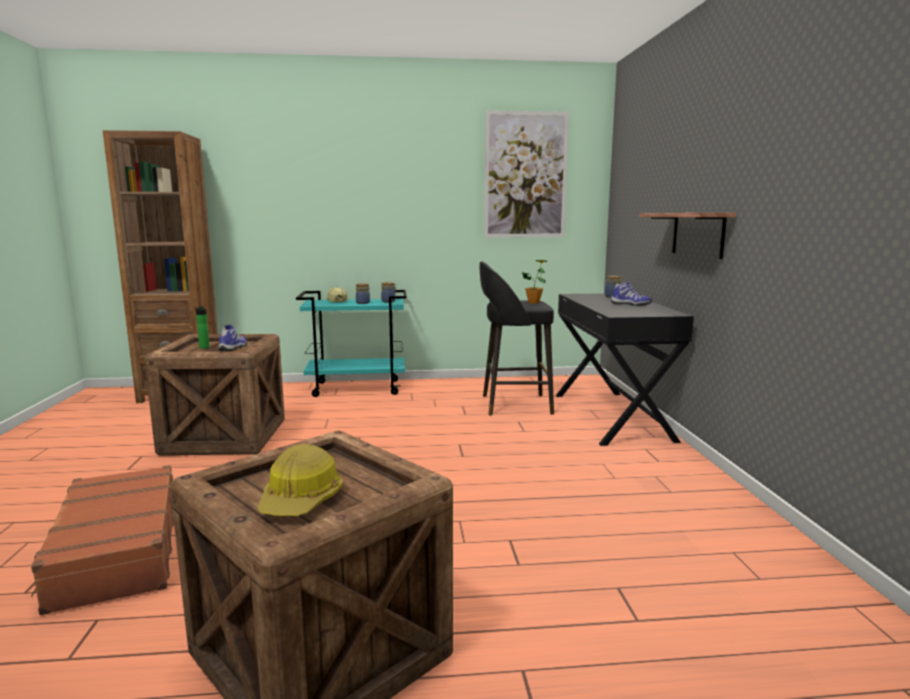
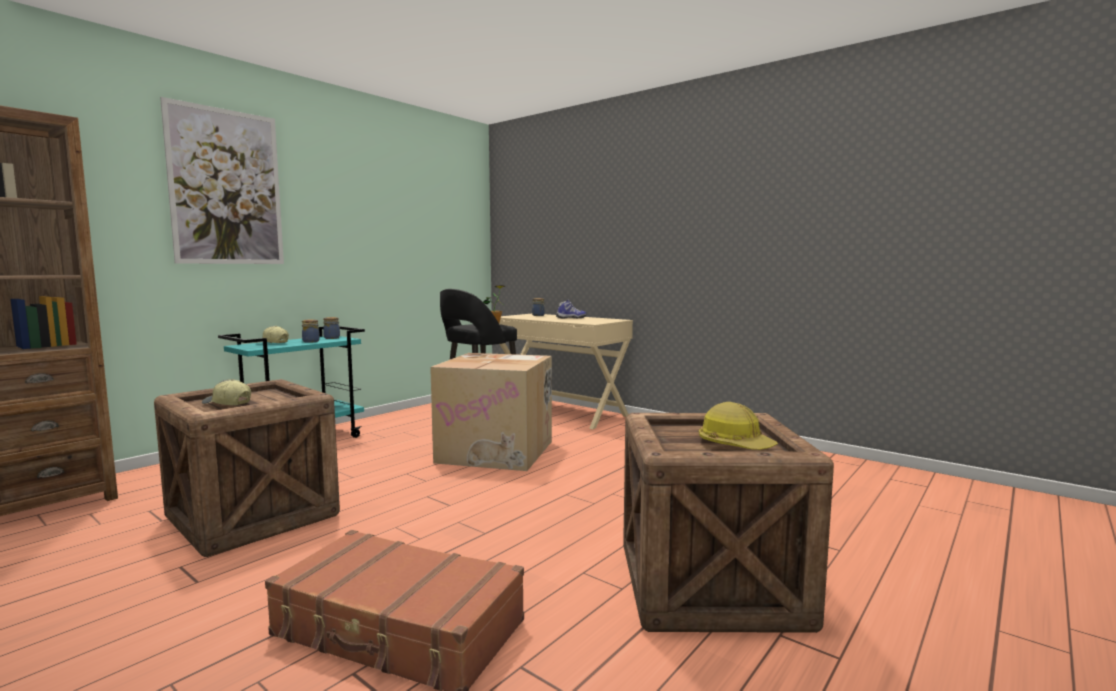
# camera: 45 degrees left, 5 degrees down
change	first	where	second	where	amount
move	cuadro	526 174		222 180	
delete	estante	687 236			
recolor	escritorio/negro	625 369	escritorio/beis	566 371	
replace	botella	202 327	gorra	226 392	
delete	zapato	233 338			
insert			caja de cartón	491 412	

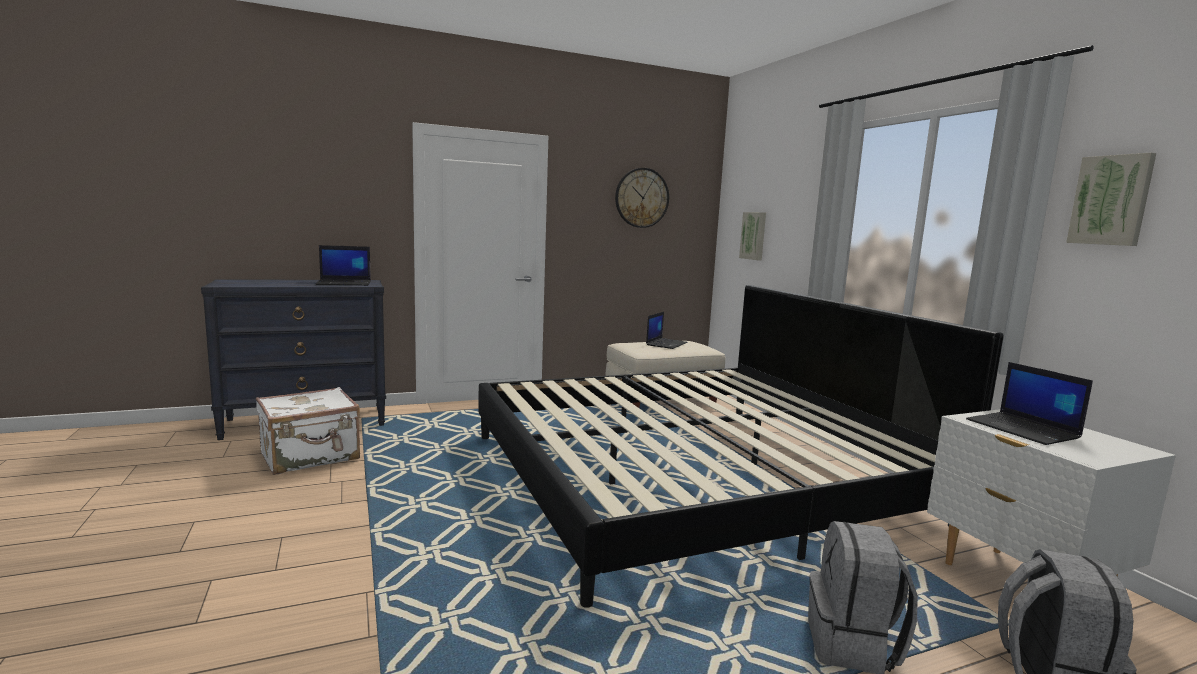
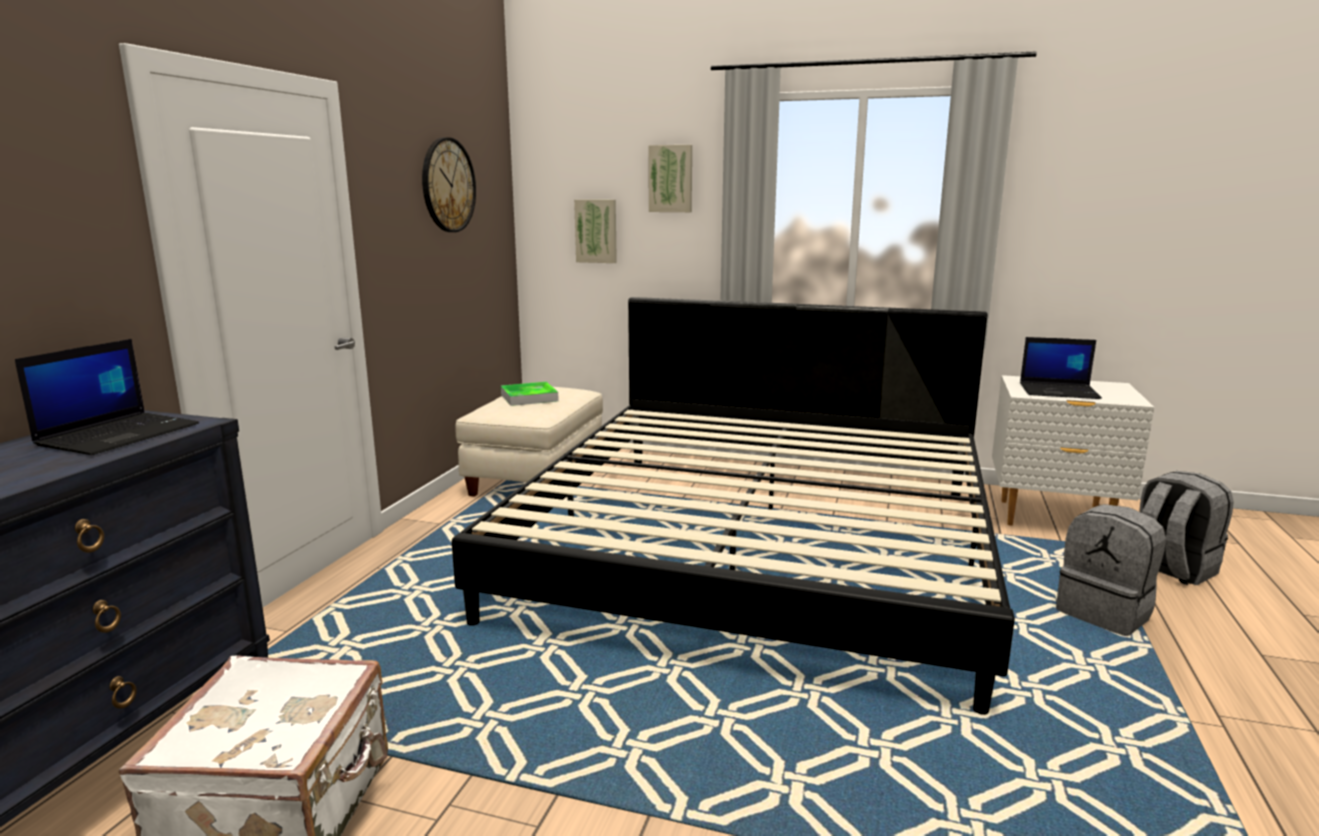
# camera: 50 degrees left, 5 degrees up
change	first	where	second	where	amount
move	cuadro	1111 199		670 178	
replace	portátil	667 330	bandeja	530 394	

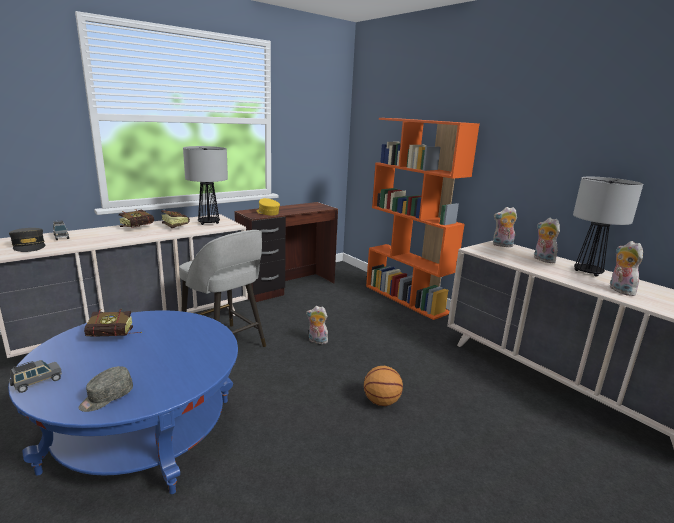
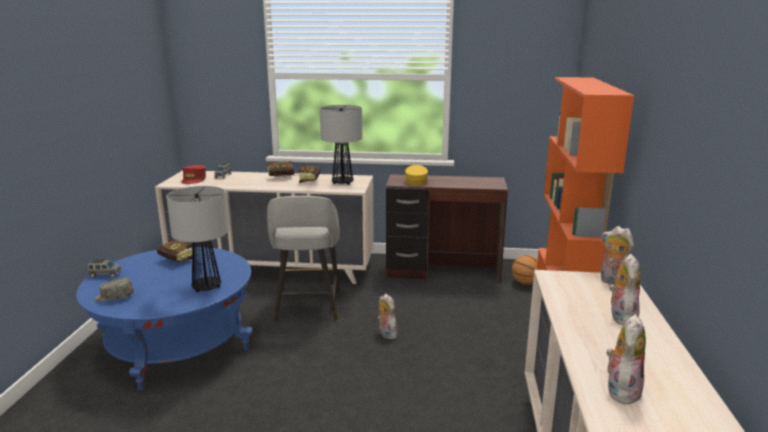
# camera: 45 degrees right, 0 degrees up
change	first	where	second	where	amount
move	lámpara de mesa	608 226		197 239	
recolor	gorra/gris	27 240	gorra/rojo	193 174	
move	balón de baloncesto	383 386		525 270	

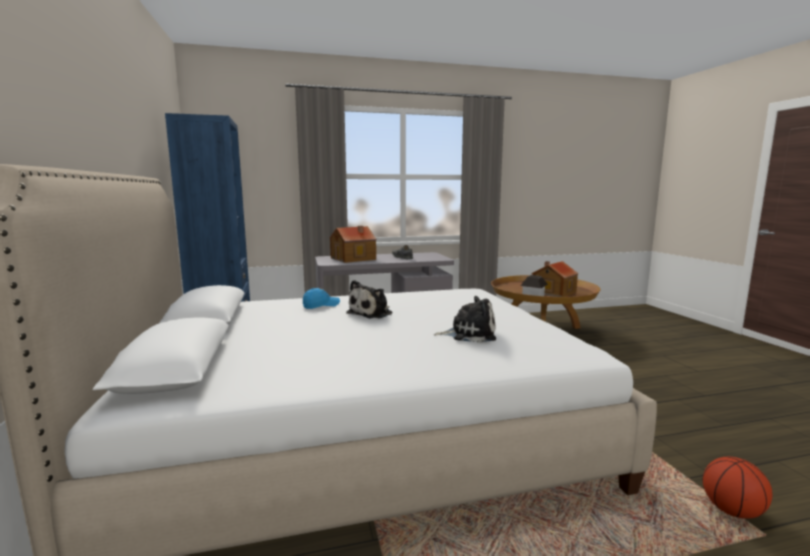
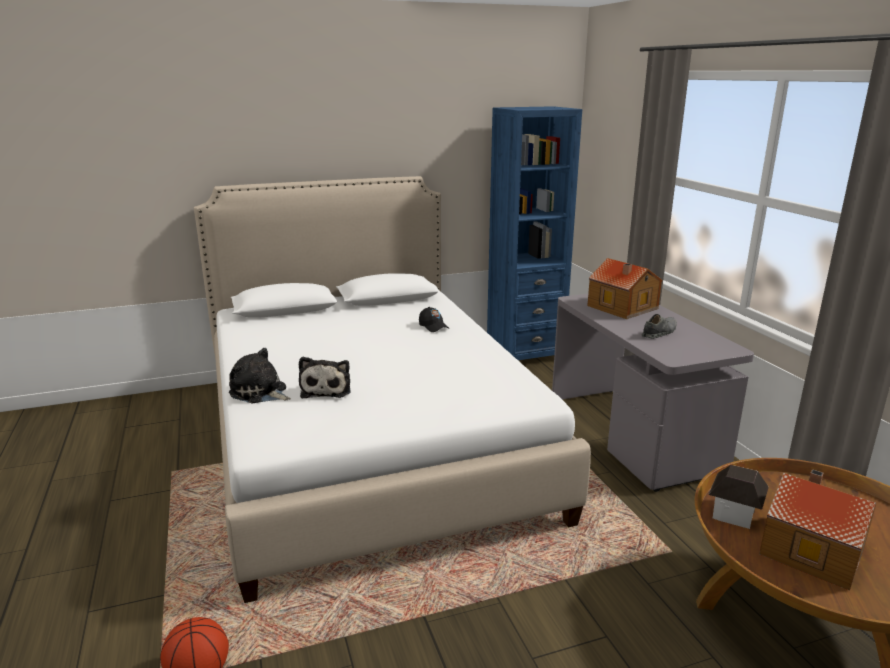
# camera: 85 degrees right, 10 degrees up
change	first	where	second	where	amount
move	peluche	369 299		260 375	
recolor	gorra/azul	321 298	gorra/negro	434 319	

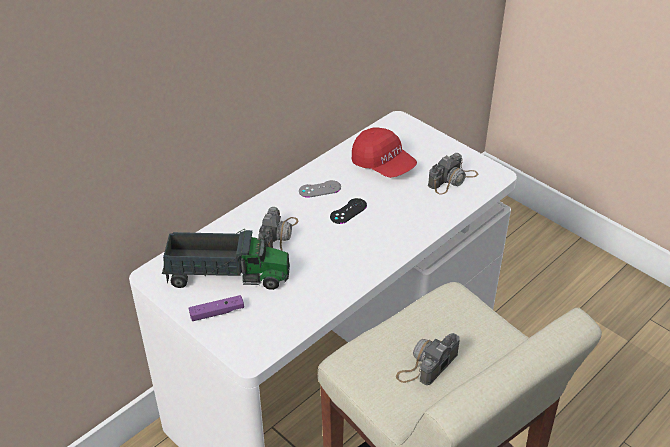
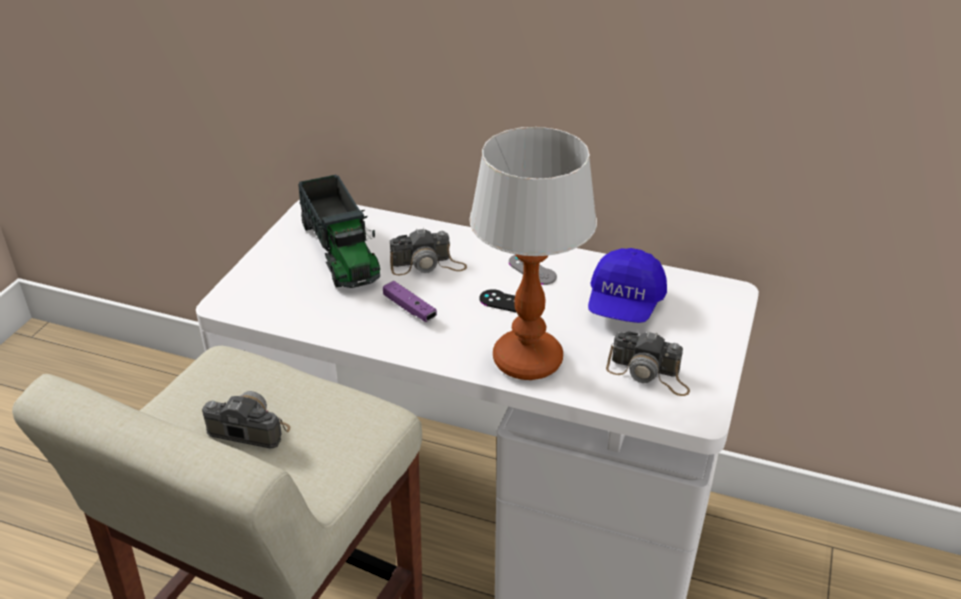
# camera: 65 degrees right, 5 degrees down
change	first	where	second	where	amount
recolor	gorra/rojo	384 153	gorra/azul	627 285	
move	mando de consola/morado	216 308		410 301	
insert			lámpara de mesa	533 253	

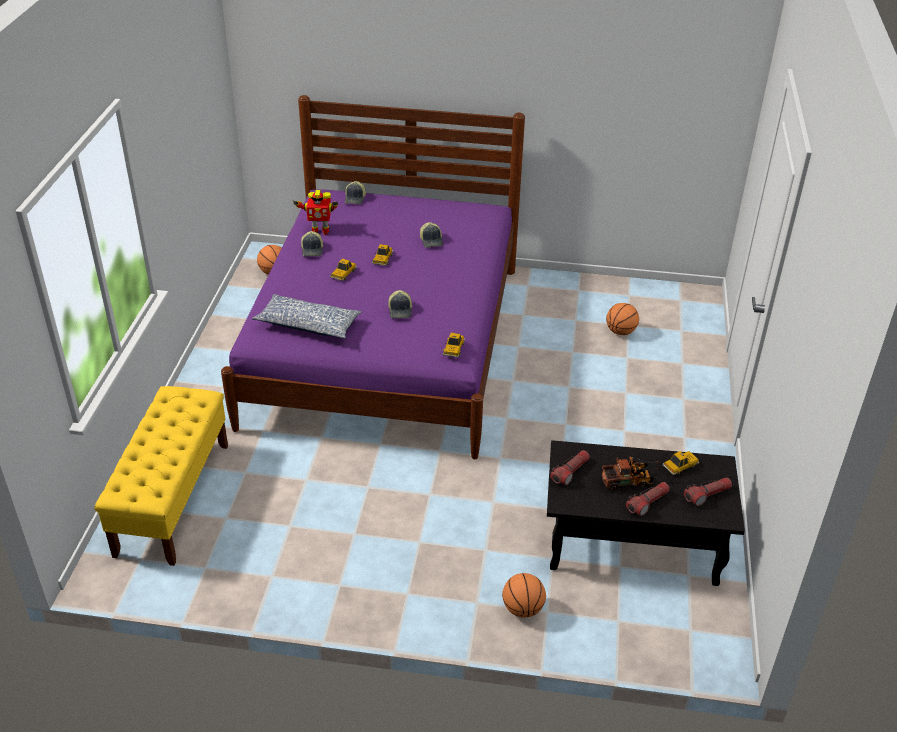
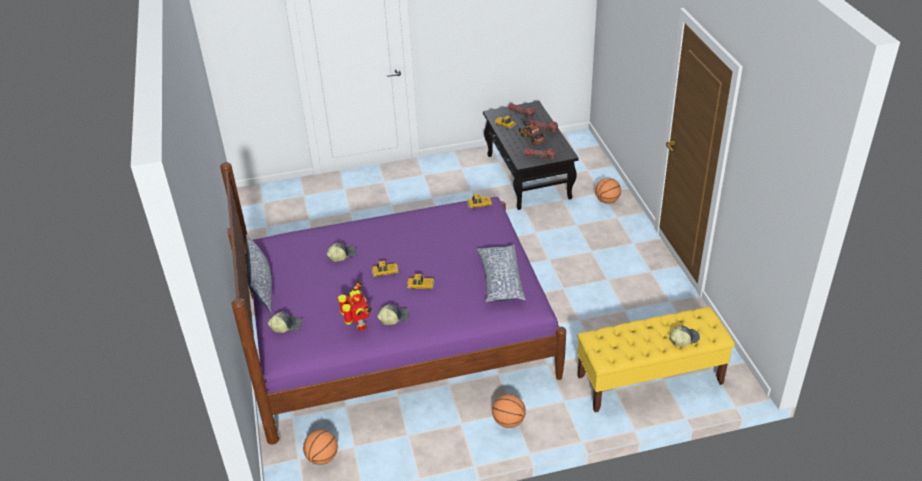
# camera: 110 degrees left, 0 degrees up
change	first	where	second	where	amount
move	gorra	400 304		684 335	
move	balón de baloncesto	622 319		509 411	
insert			cojín	259 273	

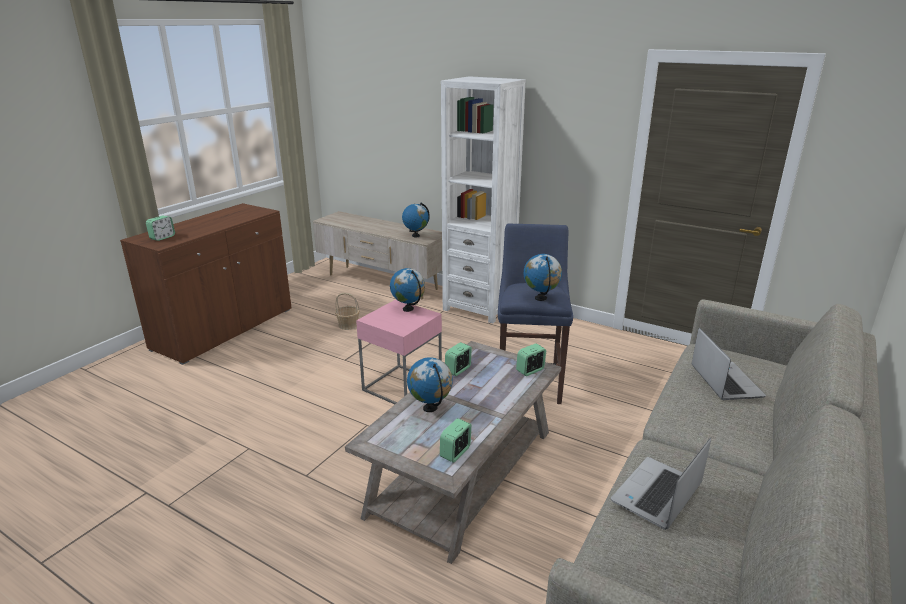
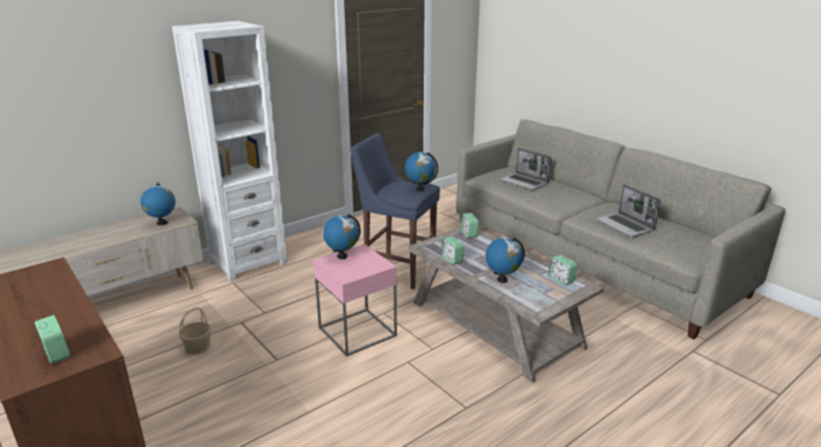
# camera: 70 degrees left, 0 degrees up
change	first	where	second	where	amount
rotate	portátil	729 364		525 169	150 degrees counterclockwise

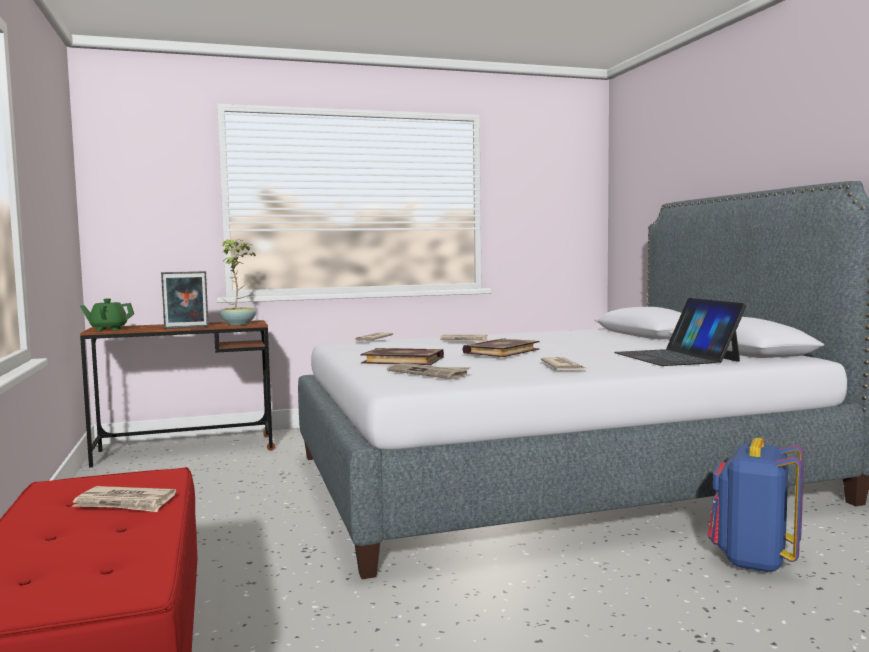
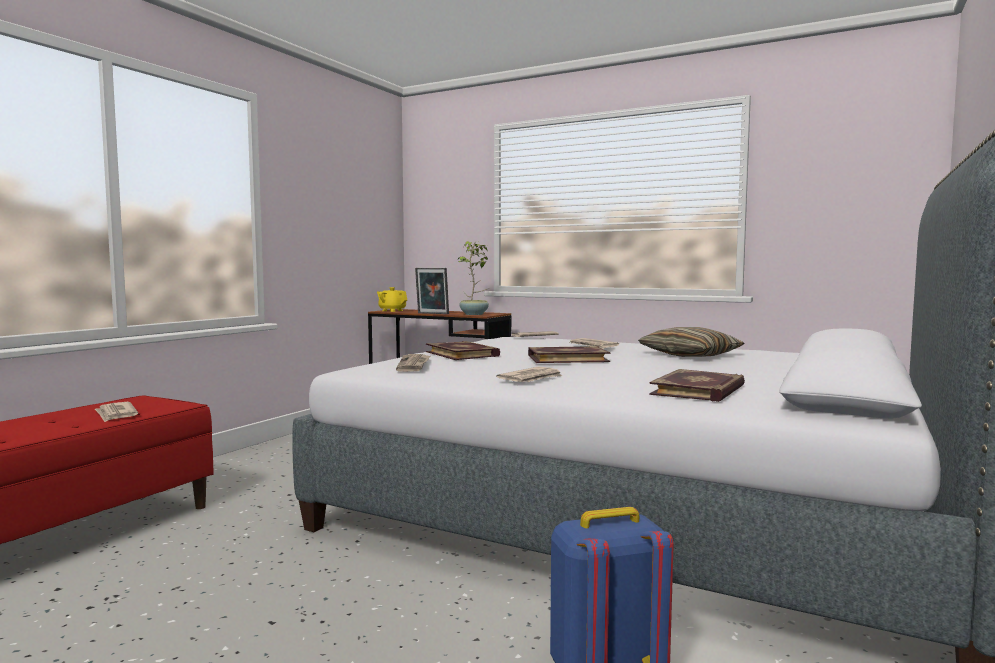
# camera: 45 degrees right, 0 degrees up
change	first	where	second	where	amount
replace	portátil	680 332	libro	697 385	
recolor	tetera/verde	107 315	tetera/amarillo	392 299	
insert			cojín	691 342	

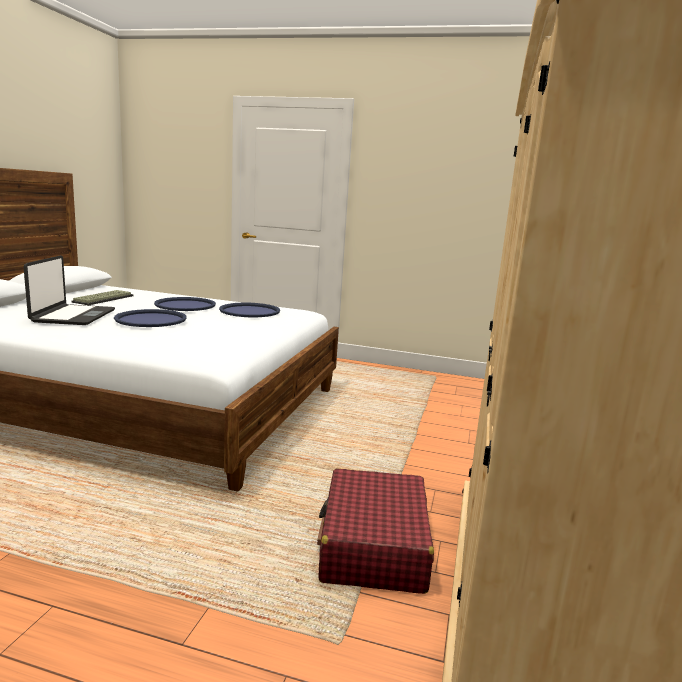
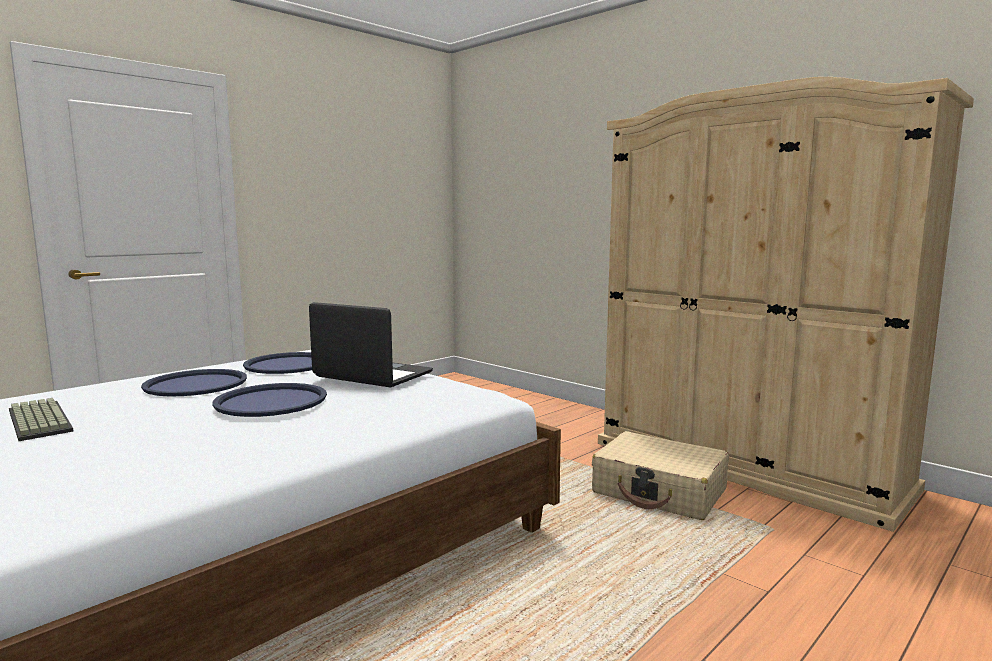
# camera: 60 degrees left, 5 degrees down
change	first	where	second	where	amount
move	portátil	69 290		371 345	
recolor	maleta/rojo	375 531	maleta/beis	660 475	

